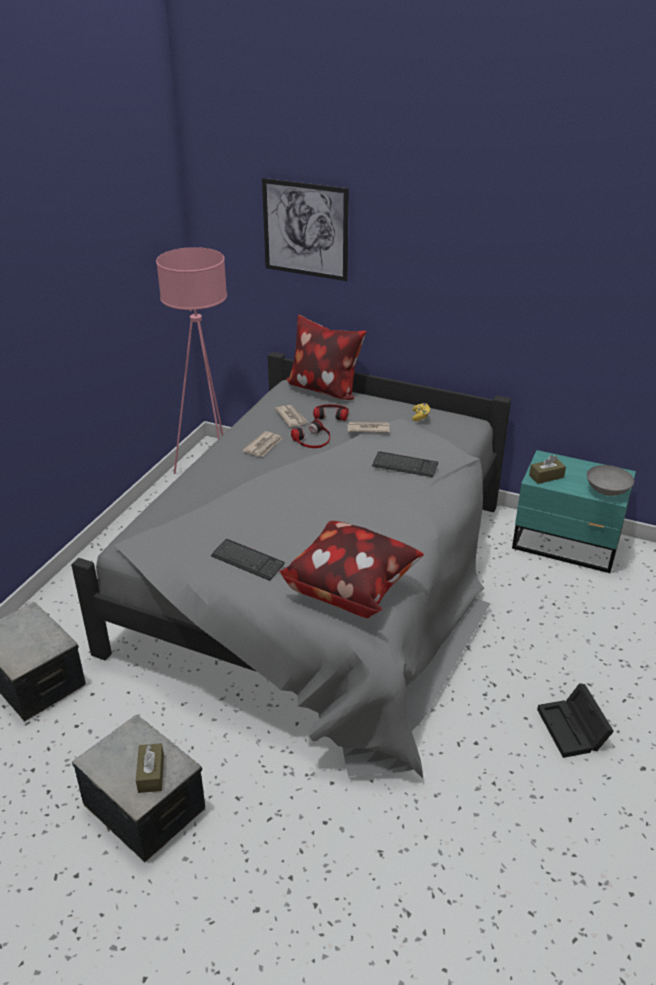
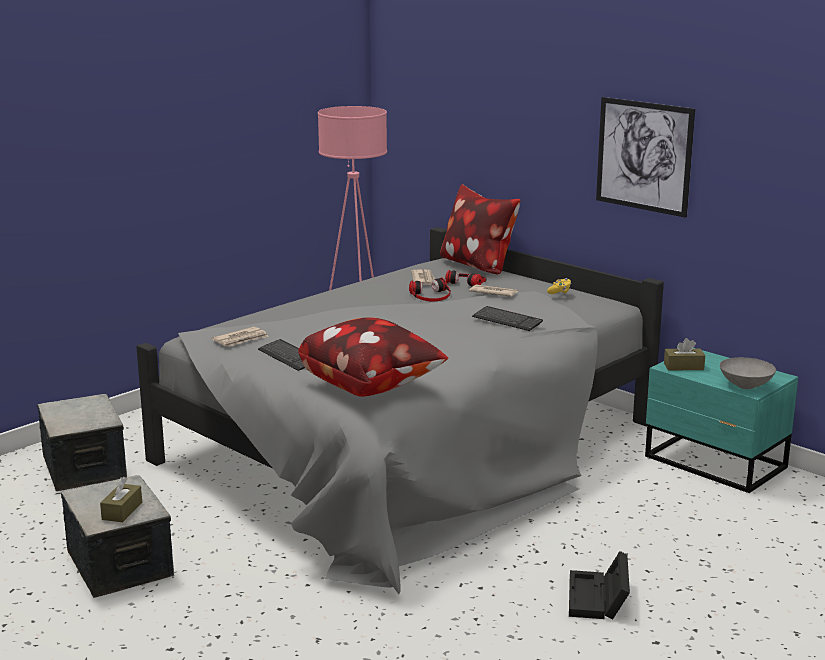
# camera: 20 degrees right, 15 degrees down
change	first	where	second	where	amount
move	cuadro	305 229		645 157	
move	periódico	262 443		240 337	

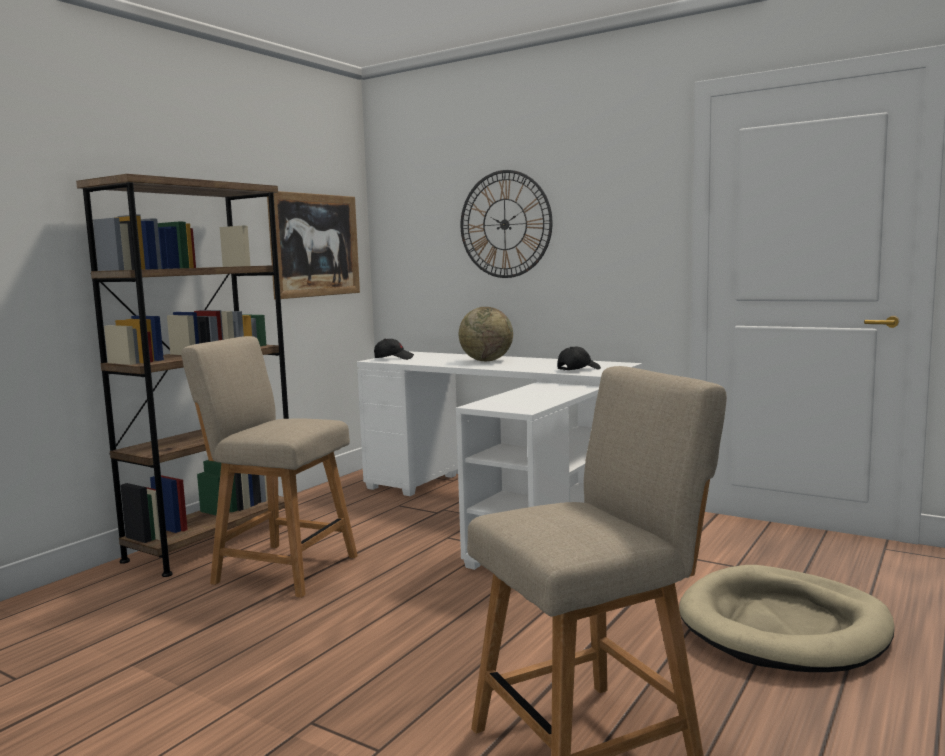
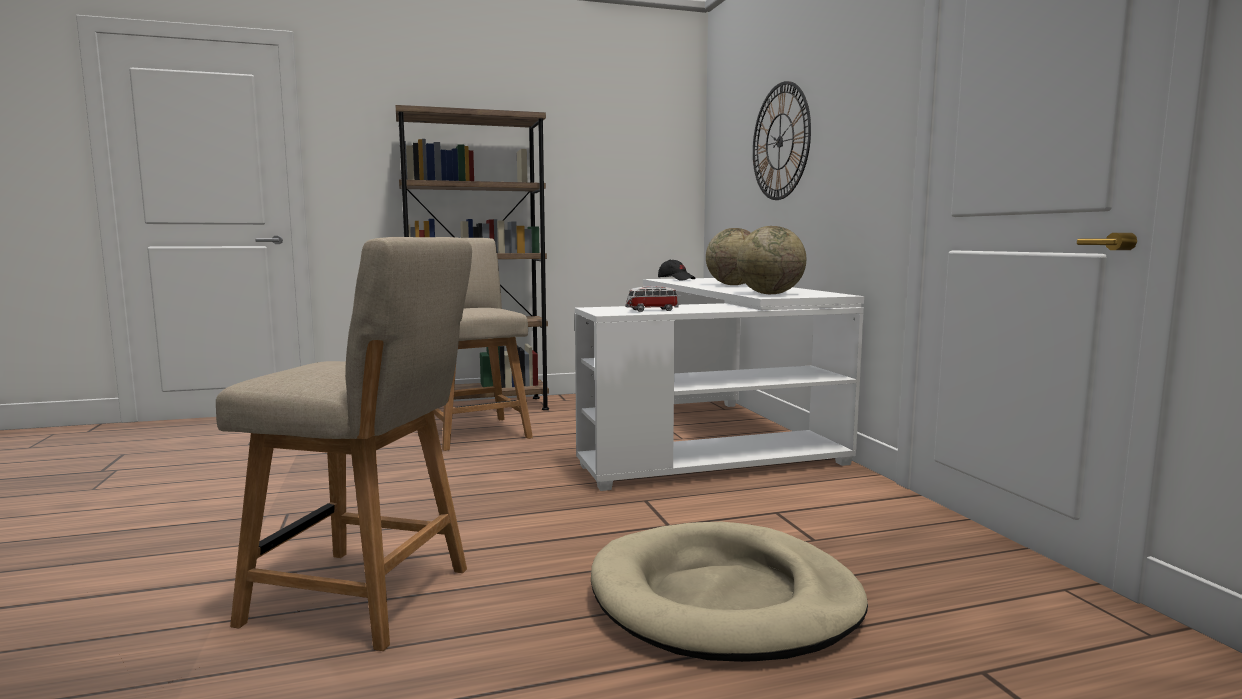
# camera: 40 degrees right, 0 degrees up
change	first	where	second	where	amount
delete	cuadro	313 245			
replace	gorra/negro	579 359	globo terráqueo	771 260	
insert			coche de juguete	652 299	

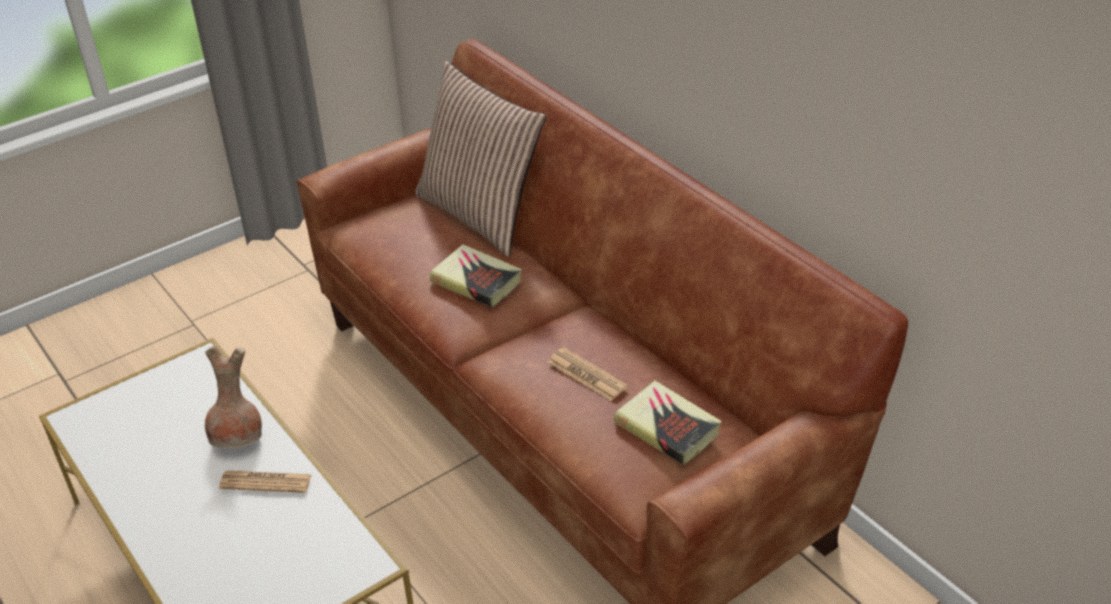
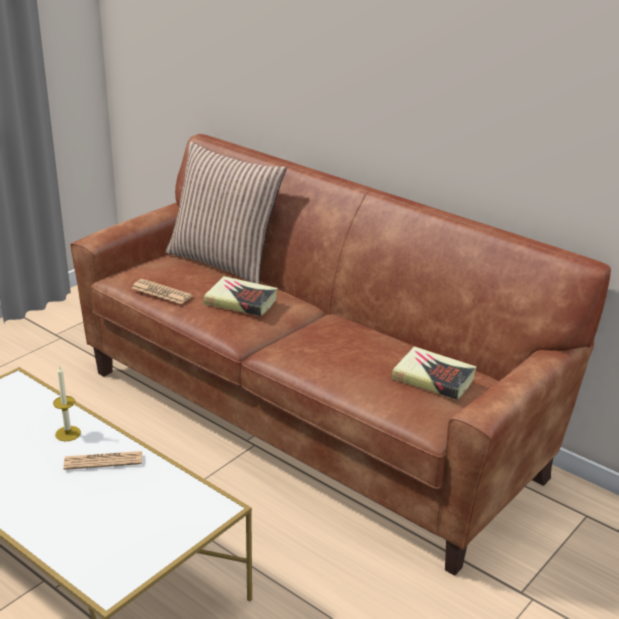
# camera: 15 degrees left, 10 degrees down
change	first	where	second	where	amount
replace	florero/marrón	233 397	vela	67 403	
move	periódico	587 374		162 291	

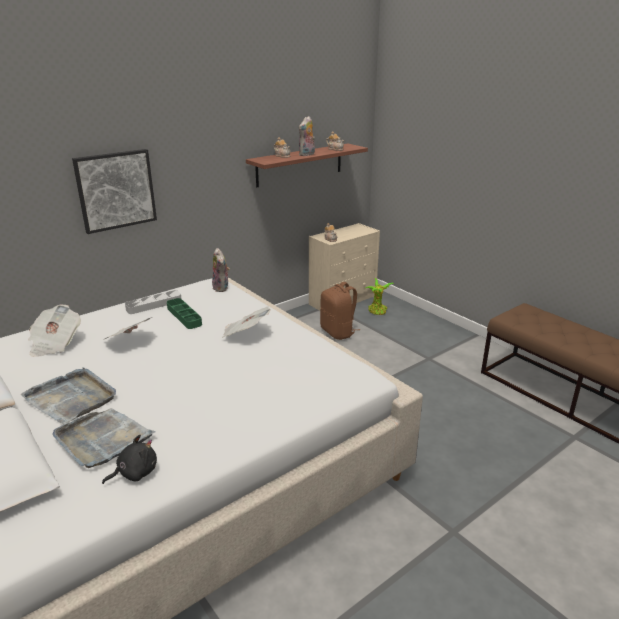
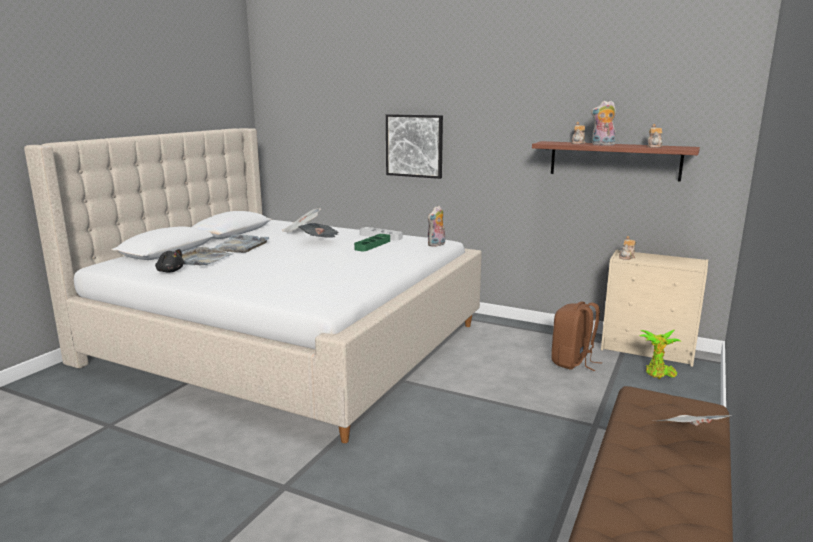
# camera: 65 degrees right, 10 degrees down
change	first	where	second	where	amount
move	periódico	246 322		697 420	

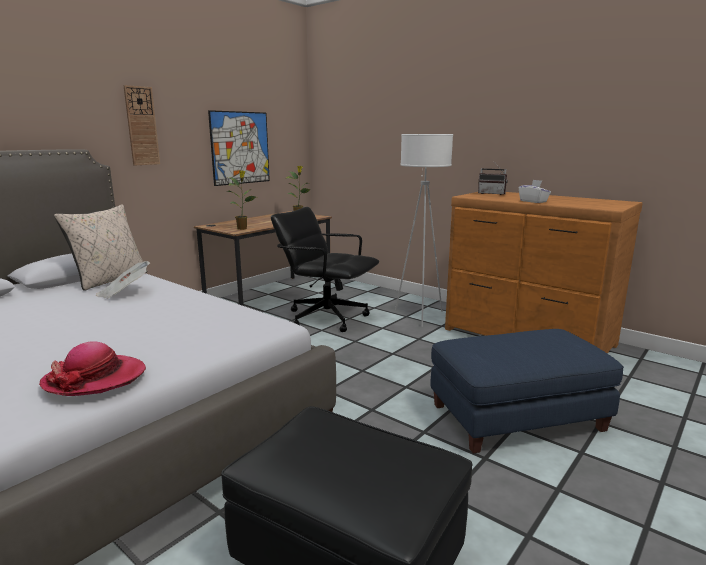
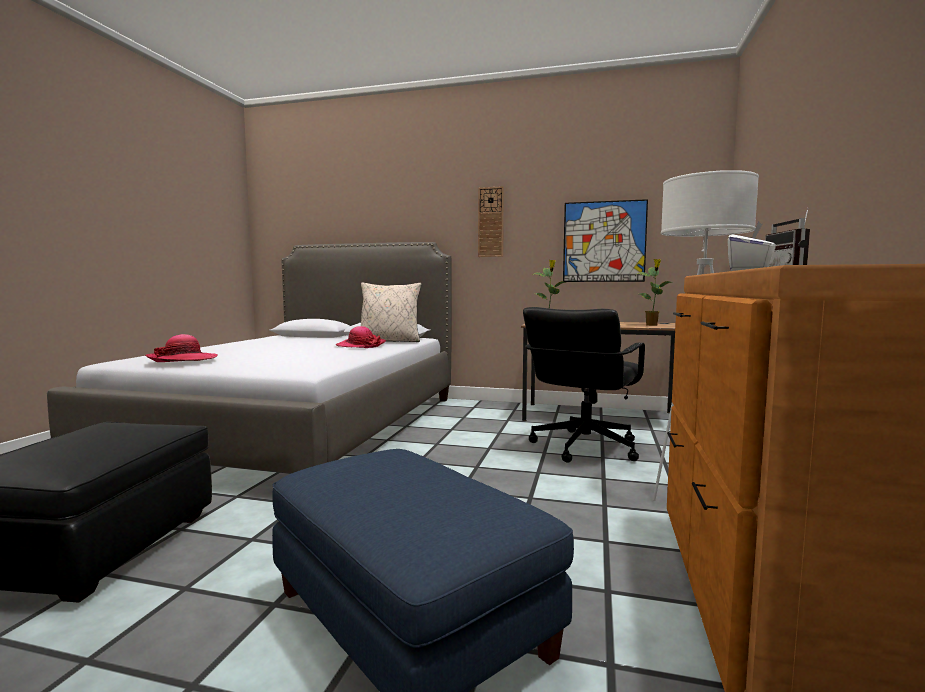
# camera: 65 degrees right, 10 degrees down
change	first	where	second	where	amount
rotate	silla de oficina/negro	325 269		584 385	150 degrees counterclockwise
replace	periódico	123 280	sombrero	361 337	

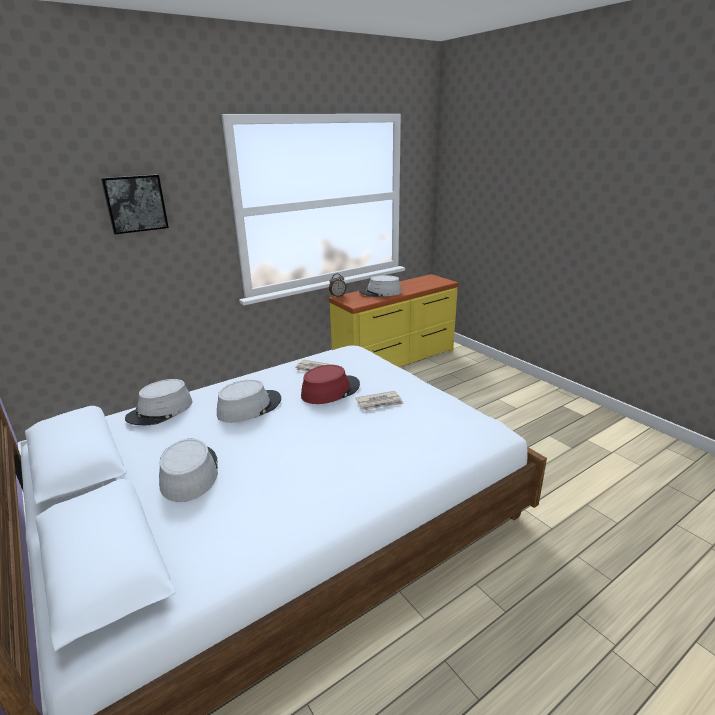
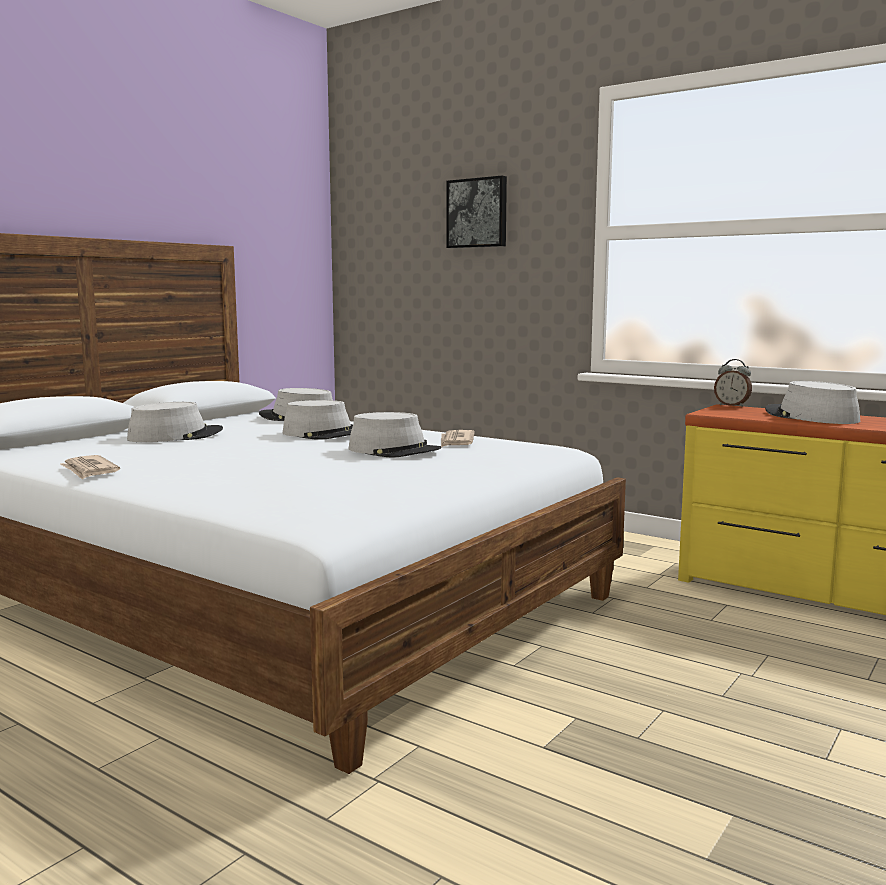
# camera: 70 degrees right, 15 degrees down
change	first	where	second	where	amount
recolor	sombrero/rojo	330 384	sombrero/gris	394 435	
move	periódico	379 401		90 467	

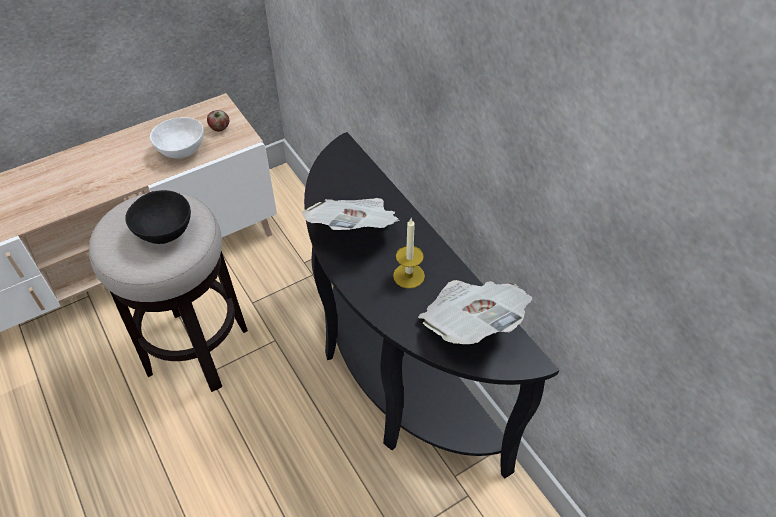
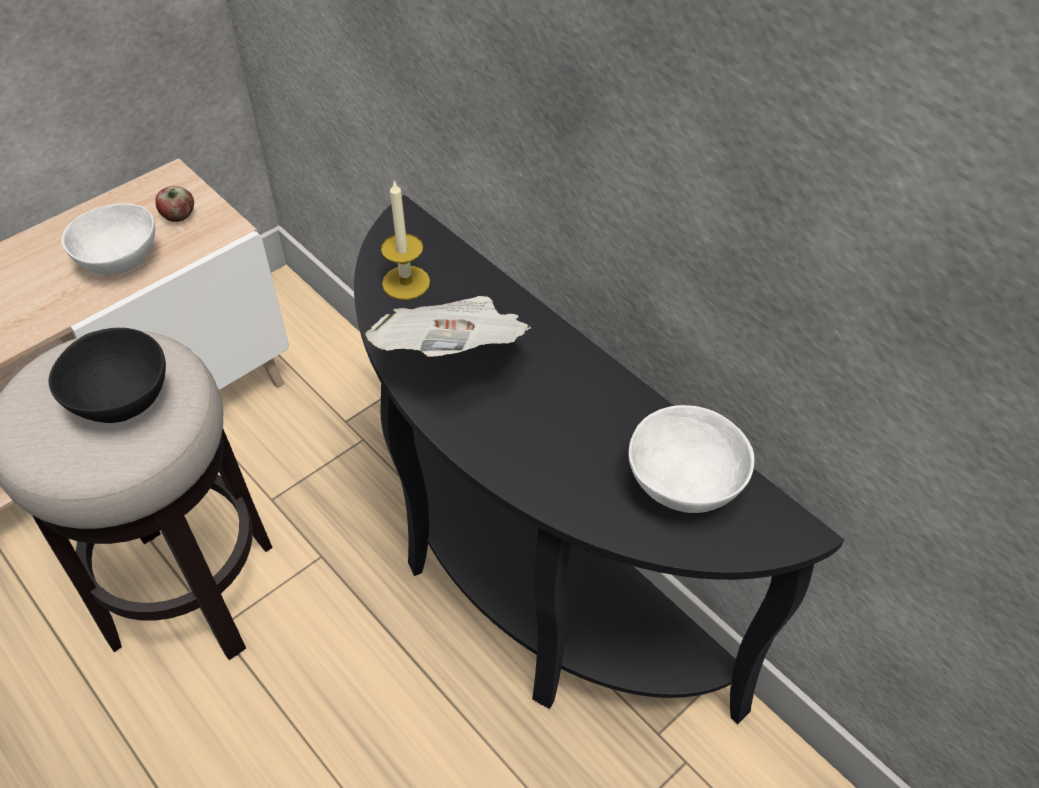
# camera: 10 degrees left, 0 degrees up
change	first	where	second	where	amount
move	vela	409 254		405 240	
replace	periódico	475 312	cuenco/blanco	691 459	

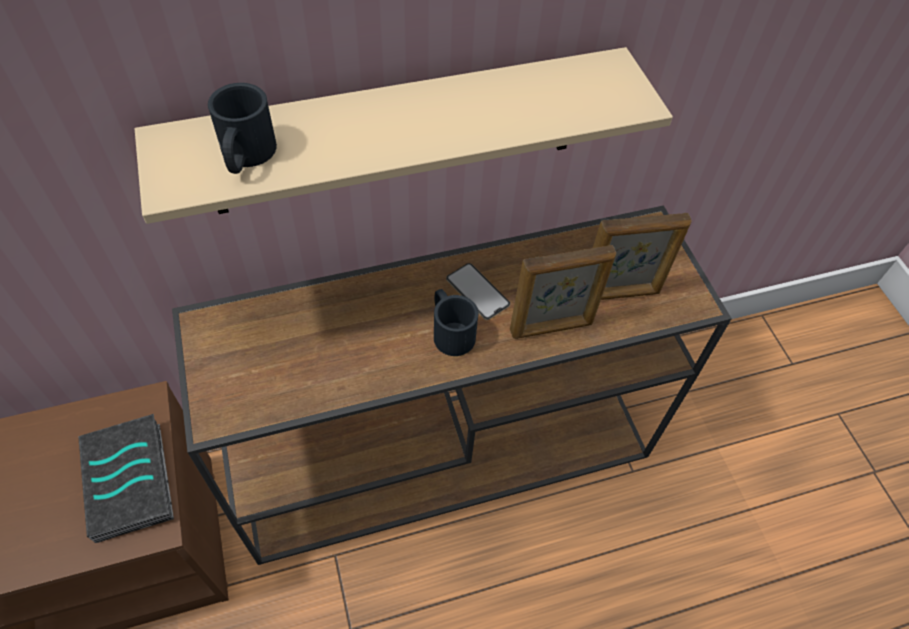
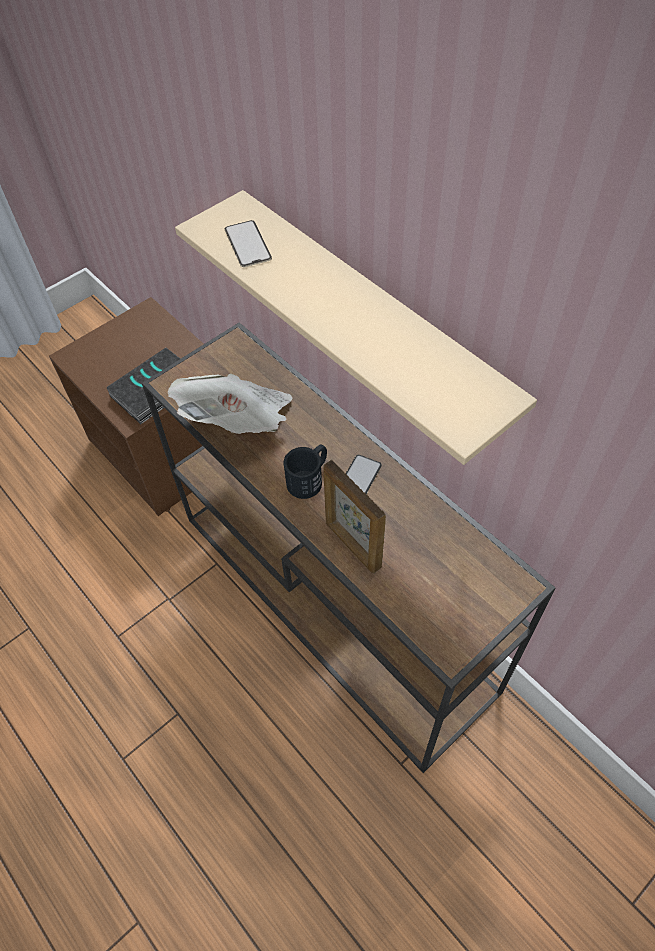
# camera: 70 degrees right, 0 degrees up
change	first	where	second	where	amount
replace	taza grande/negro	242 128	móvil	248 243	
delete	portarretratos	642 256			
insert			periódico	230 404	

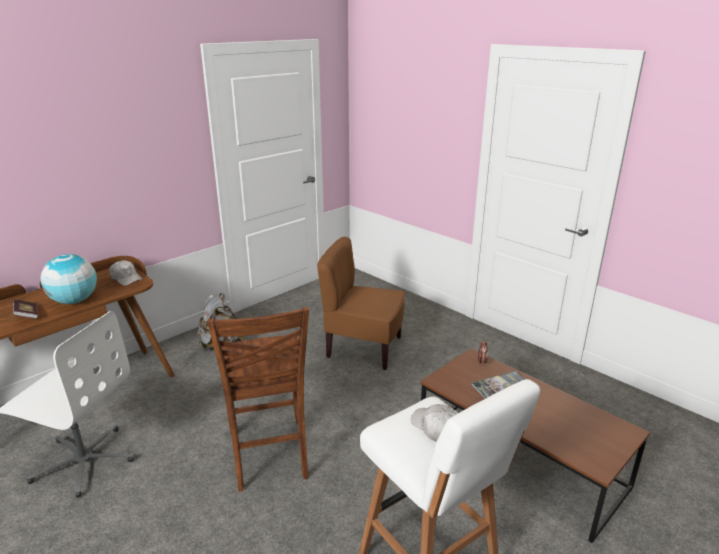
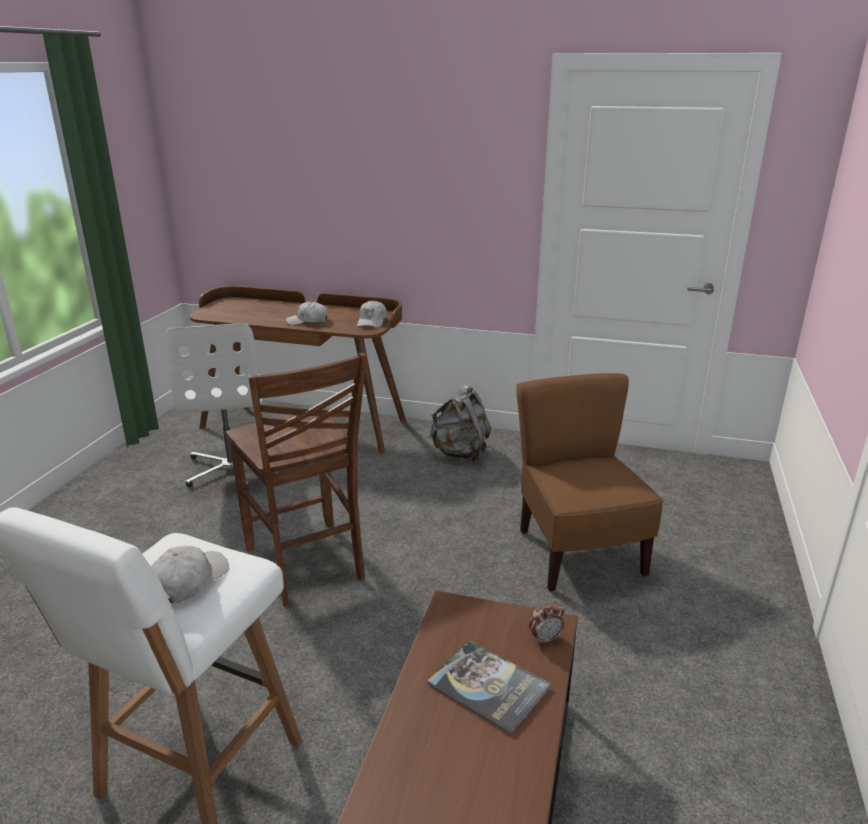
# camera: 60 degrees right, 0 degrees up
change	first	where	second	where	amount
replace	globo terráqueo	68 279	gorra/blanco	306 313	
delete	libro	25 309			
rotate	silla/marrón	258 399		296 480	75 degrees counterclockwise

